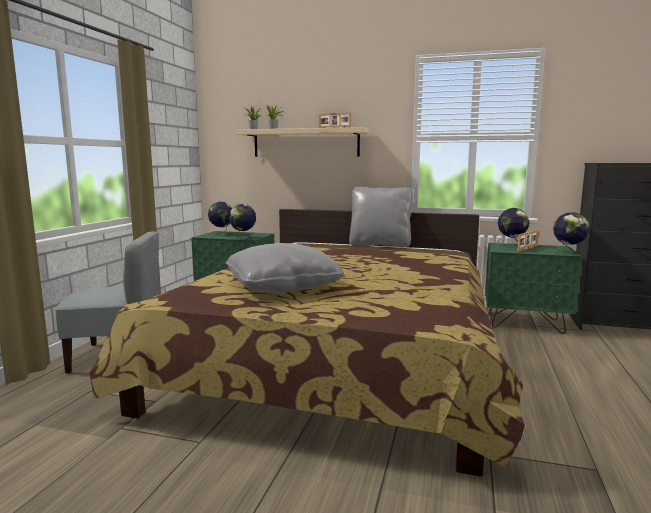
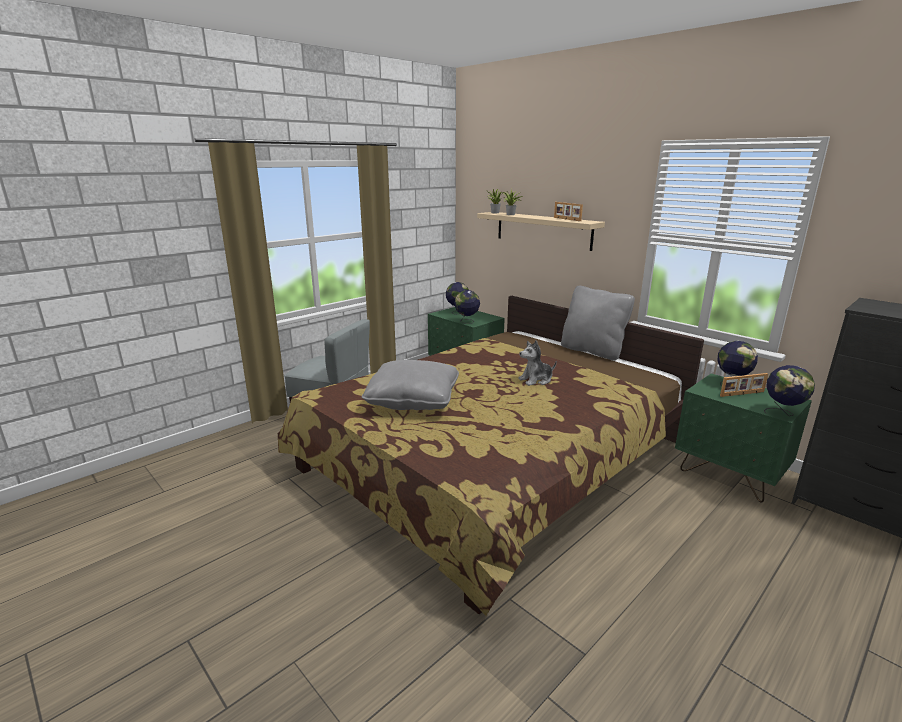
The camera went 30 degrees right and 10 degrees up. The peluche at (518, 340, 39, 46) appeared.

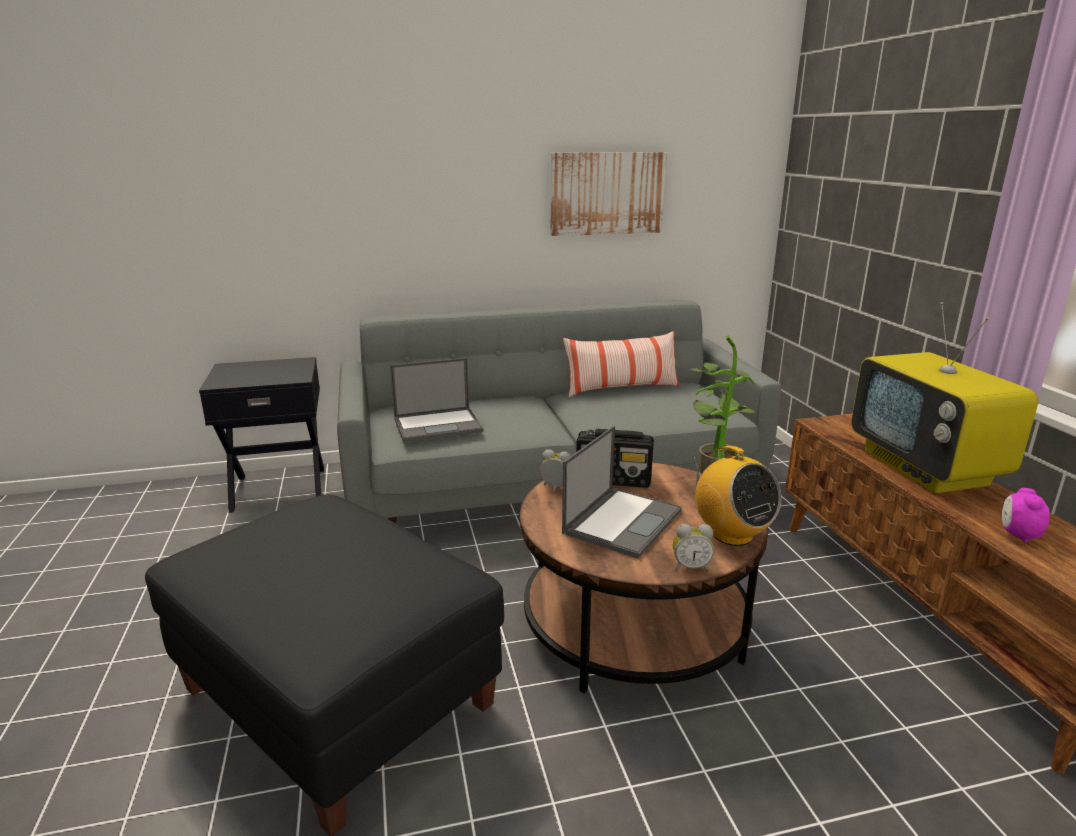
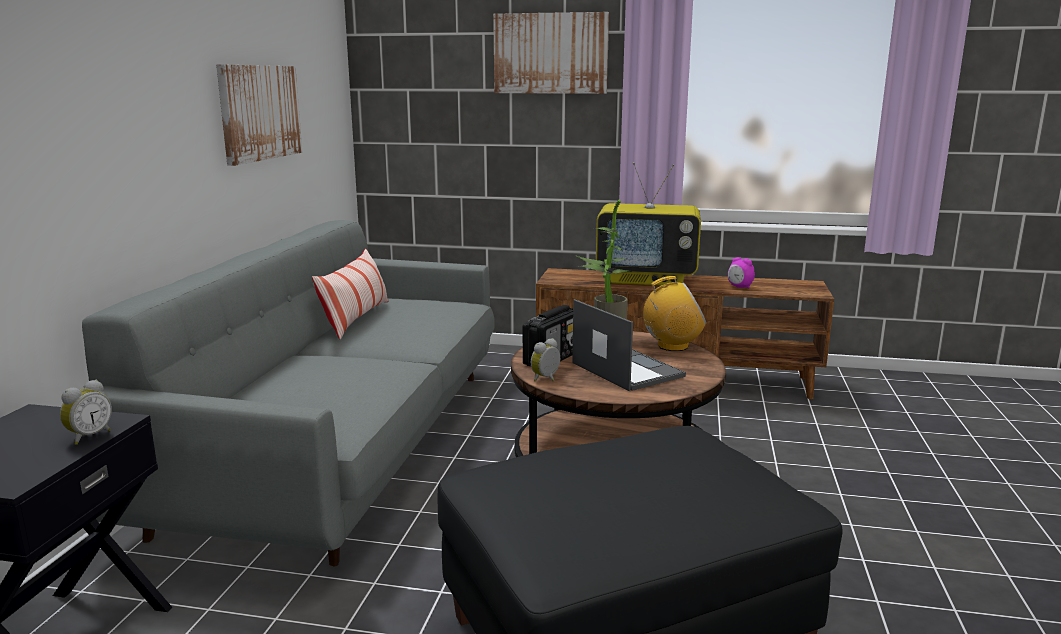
The camera went 65 degrees left and 5 degrees down. The ordinateur portable at (390, 358, 93, 84) disappeared. The tableau at (493, 12, 116, 82) appeared. The réveil moved from (673, 524, 41, 47) to (60, 380, 52, 65).

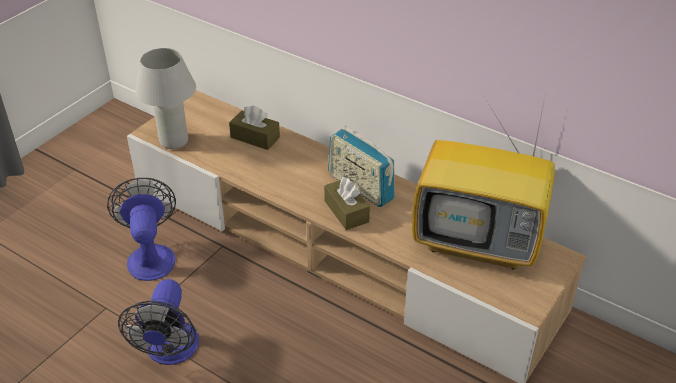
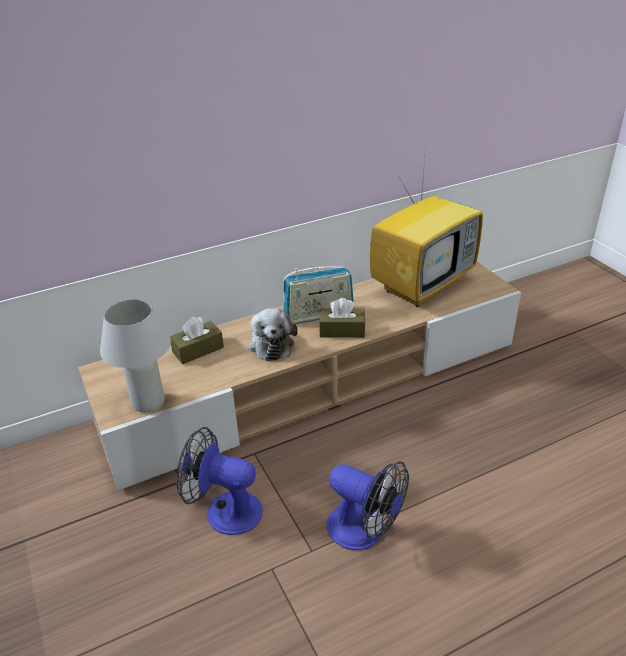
The camera went 60 degrees left and 5 degrees down. The peluche at (248, 308, 49, 53) appeared.

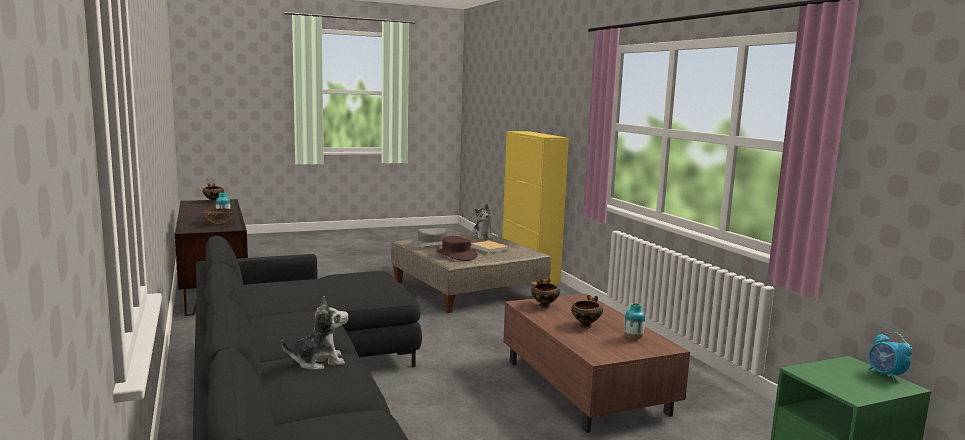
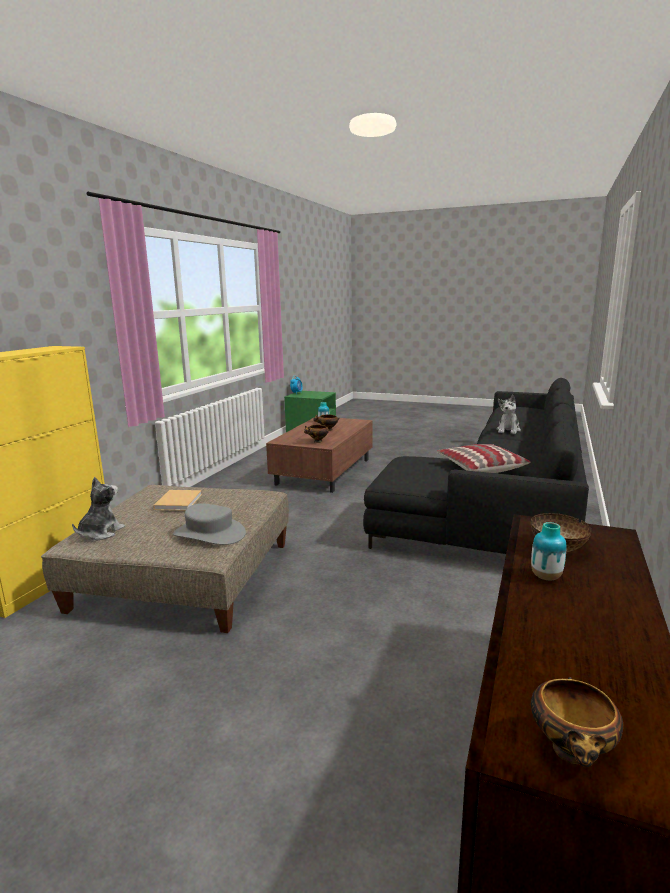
The camera went 135 degrees left and 5 degrees up. The chapeau (marron) at (436, 236, 42, 25) disappeared. The coussin at (437, 444, 93, 29) appeared. The peluche at (281, 296, 68, 74) turned 90 degrees counterclockwise.

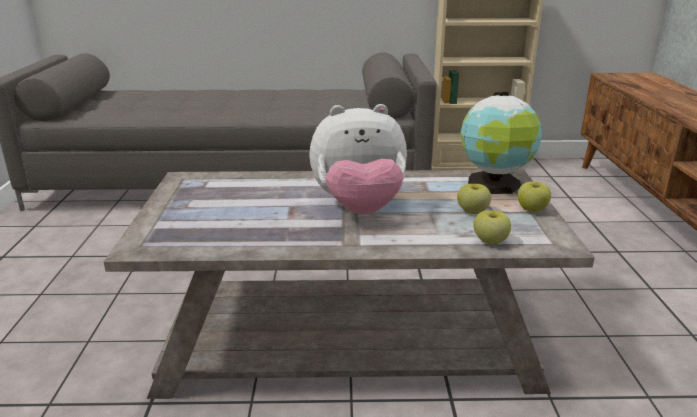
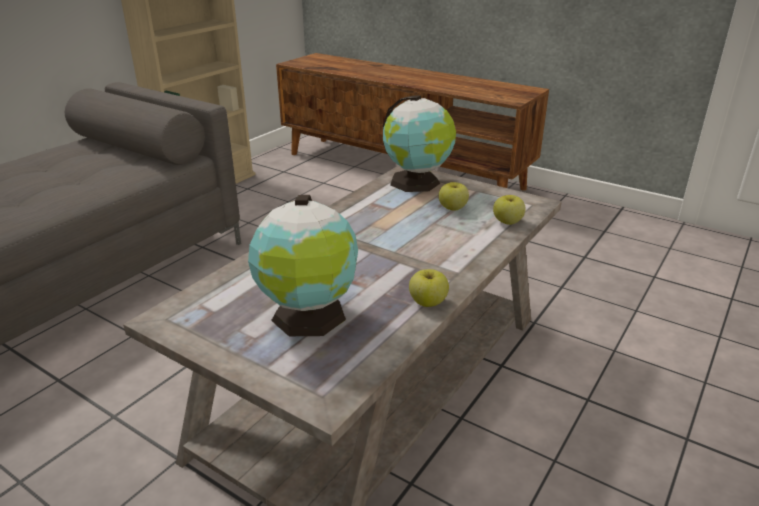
The camera went 55 degrees left and 5 degrees up. The peluche at (309, 104, 98, 110) disappeared. The globe at (248, 195, 110, 141) appeared. The pomme moved from (517, 181, 34, 31) to (409, 269, 40, 38).

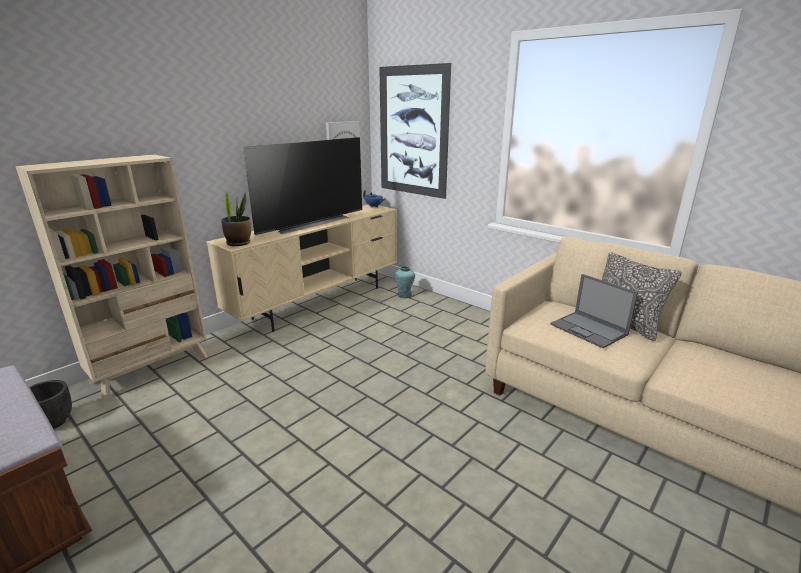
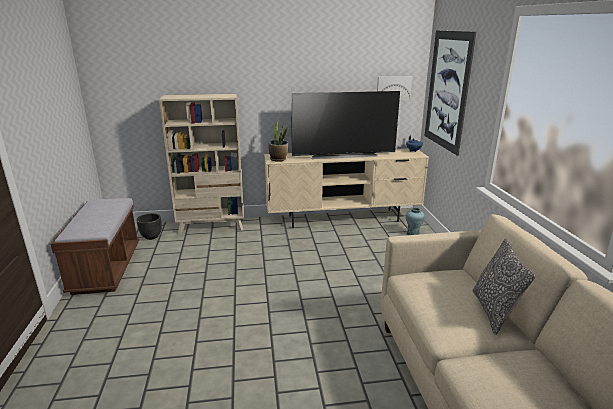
The camera went 40 degrees right and 0 degrees up. The ordinateur portable at (550, 274, 88, 74) disappeared.

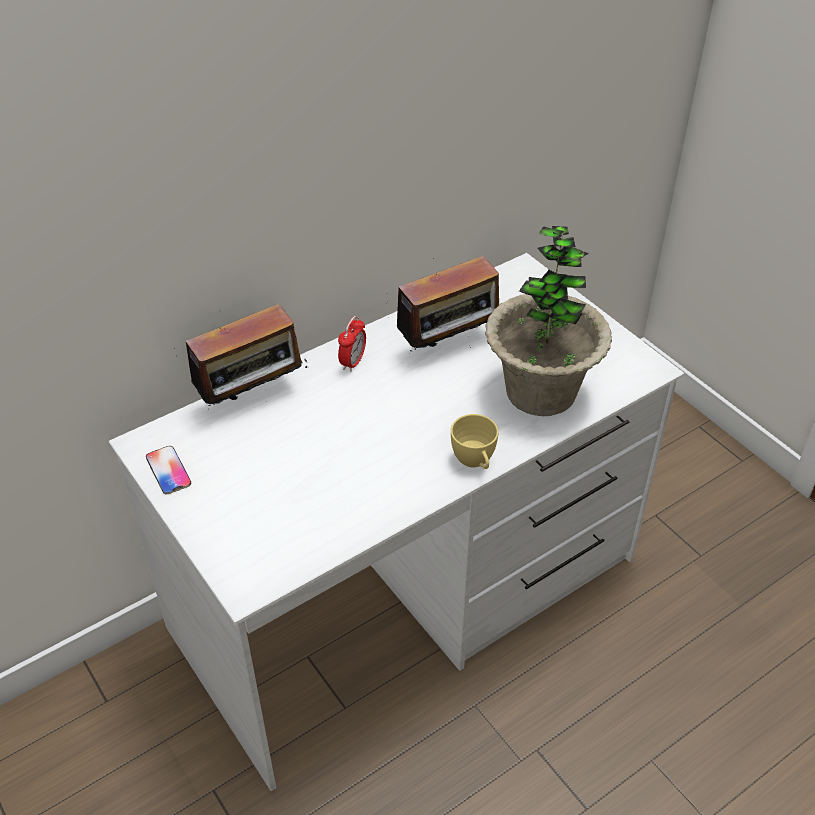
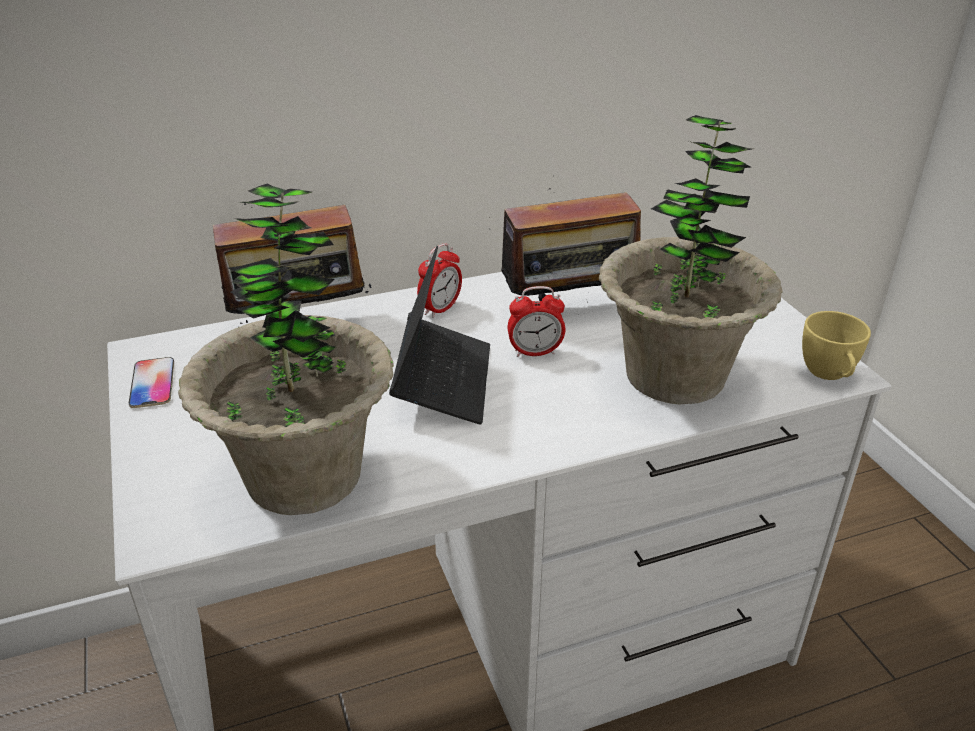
The camera went 15 degrees right and 10 degrees down. The plante en pot at (178, 184, 216, 331) appeared. The ordinateur portable at (389, 246, 101, 178) appeared. The réveil at (508, 286, 57, 71) appeared. The tasse (jaune) moved from (451, 414, 48, 55) to (802, 311, 69, 69).

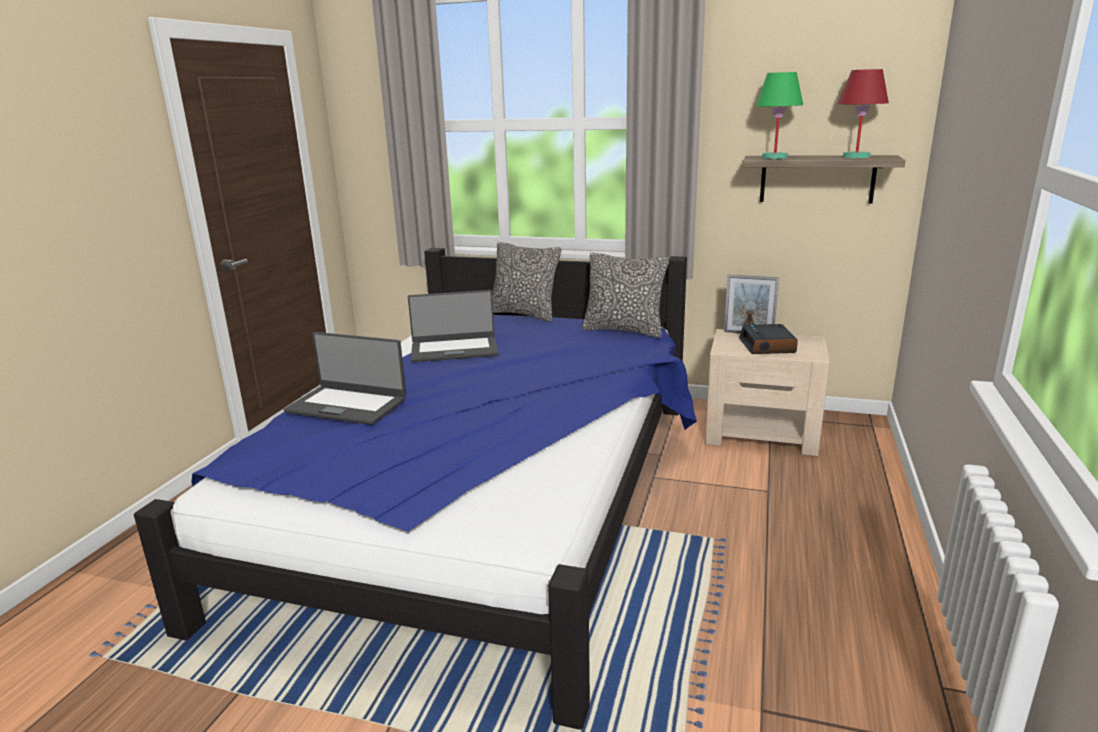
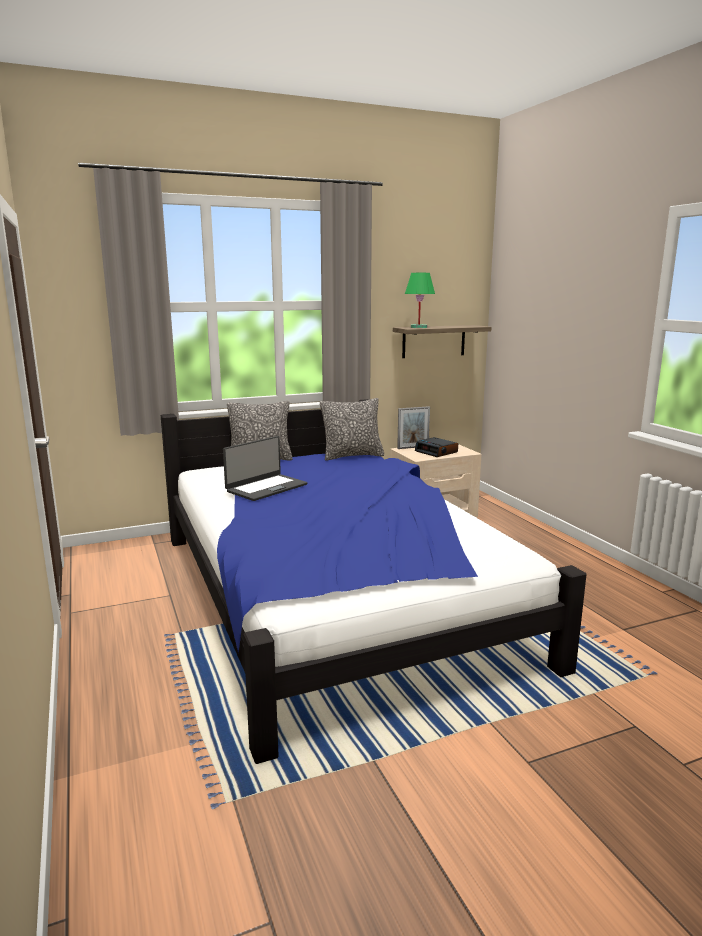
The camera went 40 degrees left and 5 degrees down. The ordinateur portable at (284, 332, 122, 93) disappeared. The lampe de table (rouge) at (838, 69, 51, 89) disappeared.

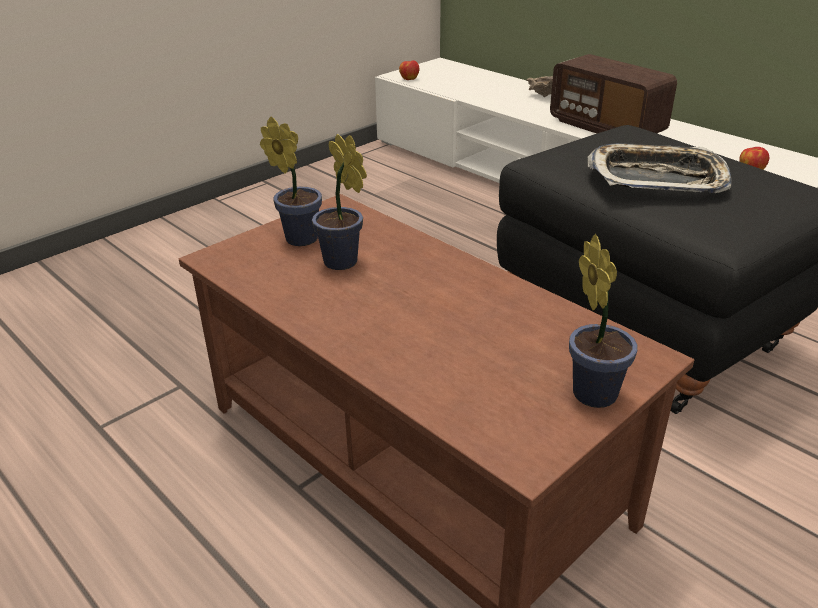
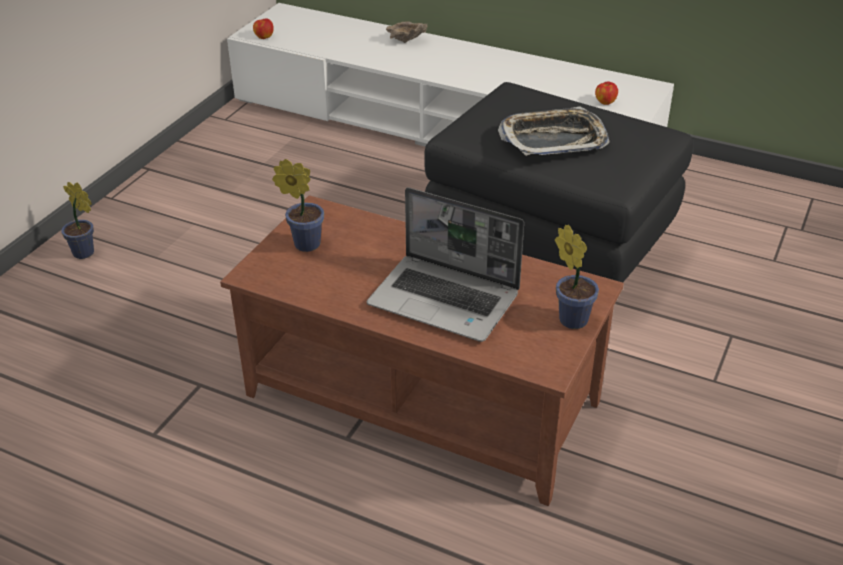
The camera went 20 degrees left and 5 degrees up. The radio at (550, 54, 127, 79) disappeared. The ordinateur portable at (367, 187, 157, 155) appeared. The plante en pot moved from (312, 134, 55, 136) to (61, 182, 33, 77).

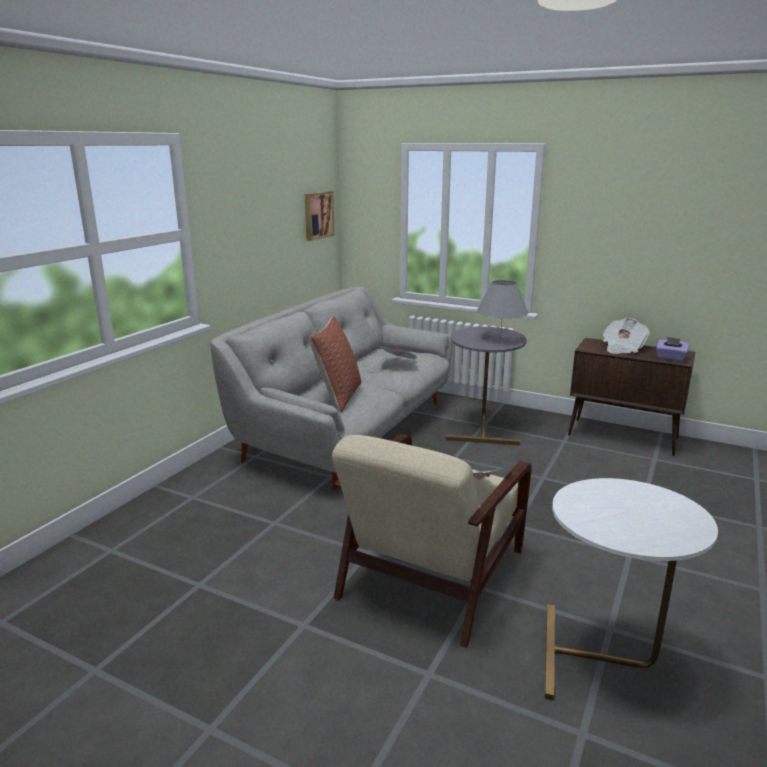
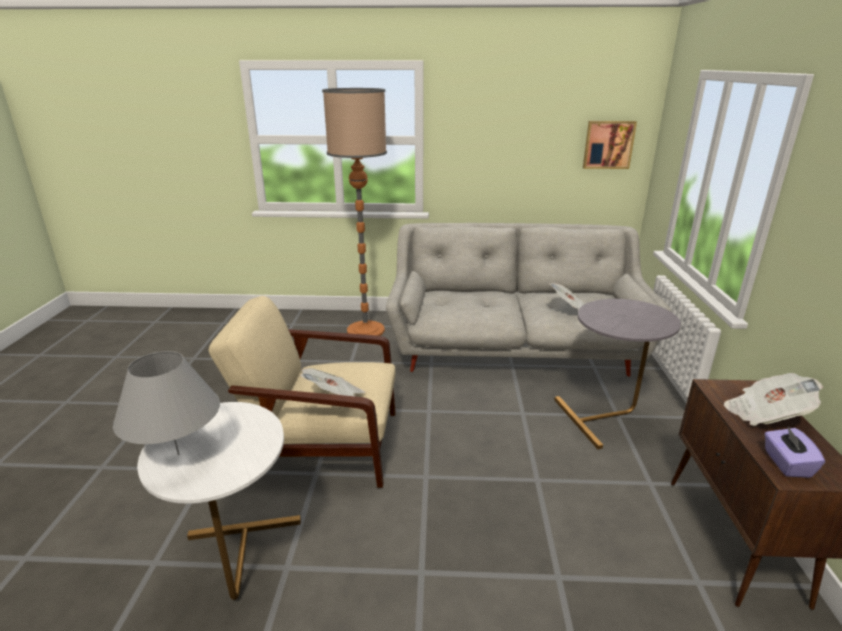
The camera went 65 degrees right and 5 degrees up. The coussin at (309, 316, 52, 96) disappeared. The lampadaire at (322, 88, 65, 248) appeared. The lampe de table (gris) moved from (477, 280, 52, 59) to (113, 351, 107, 104).

